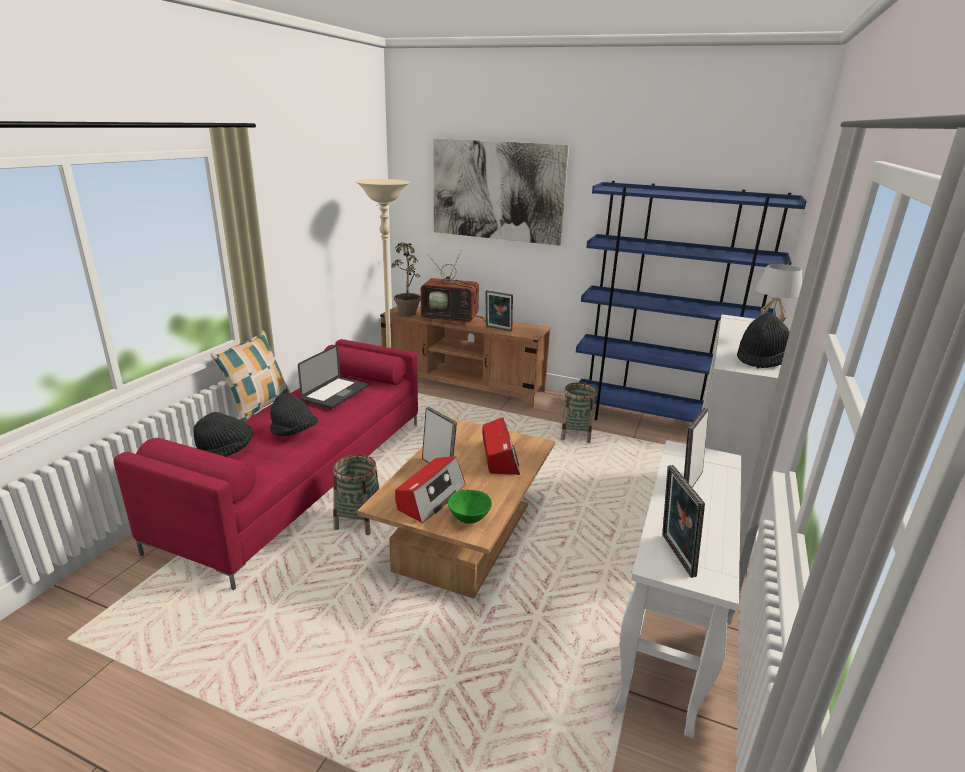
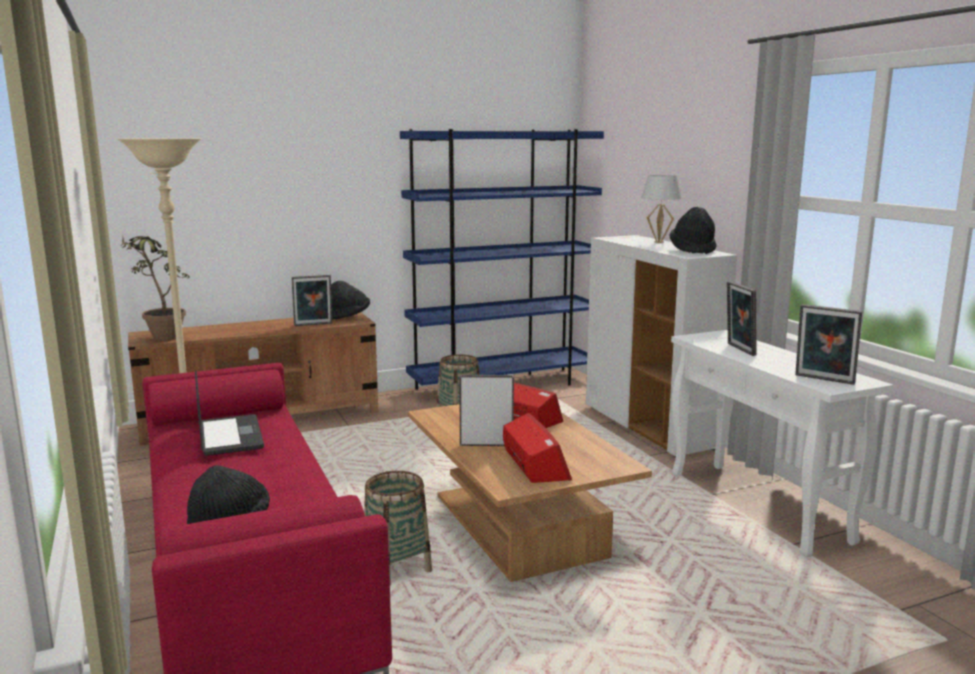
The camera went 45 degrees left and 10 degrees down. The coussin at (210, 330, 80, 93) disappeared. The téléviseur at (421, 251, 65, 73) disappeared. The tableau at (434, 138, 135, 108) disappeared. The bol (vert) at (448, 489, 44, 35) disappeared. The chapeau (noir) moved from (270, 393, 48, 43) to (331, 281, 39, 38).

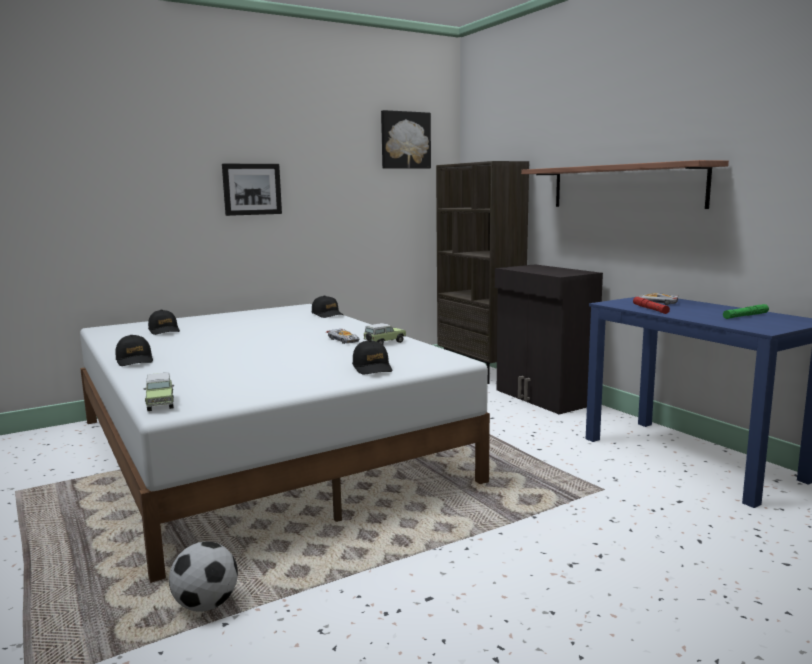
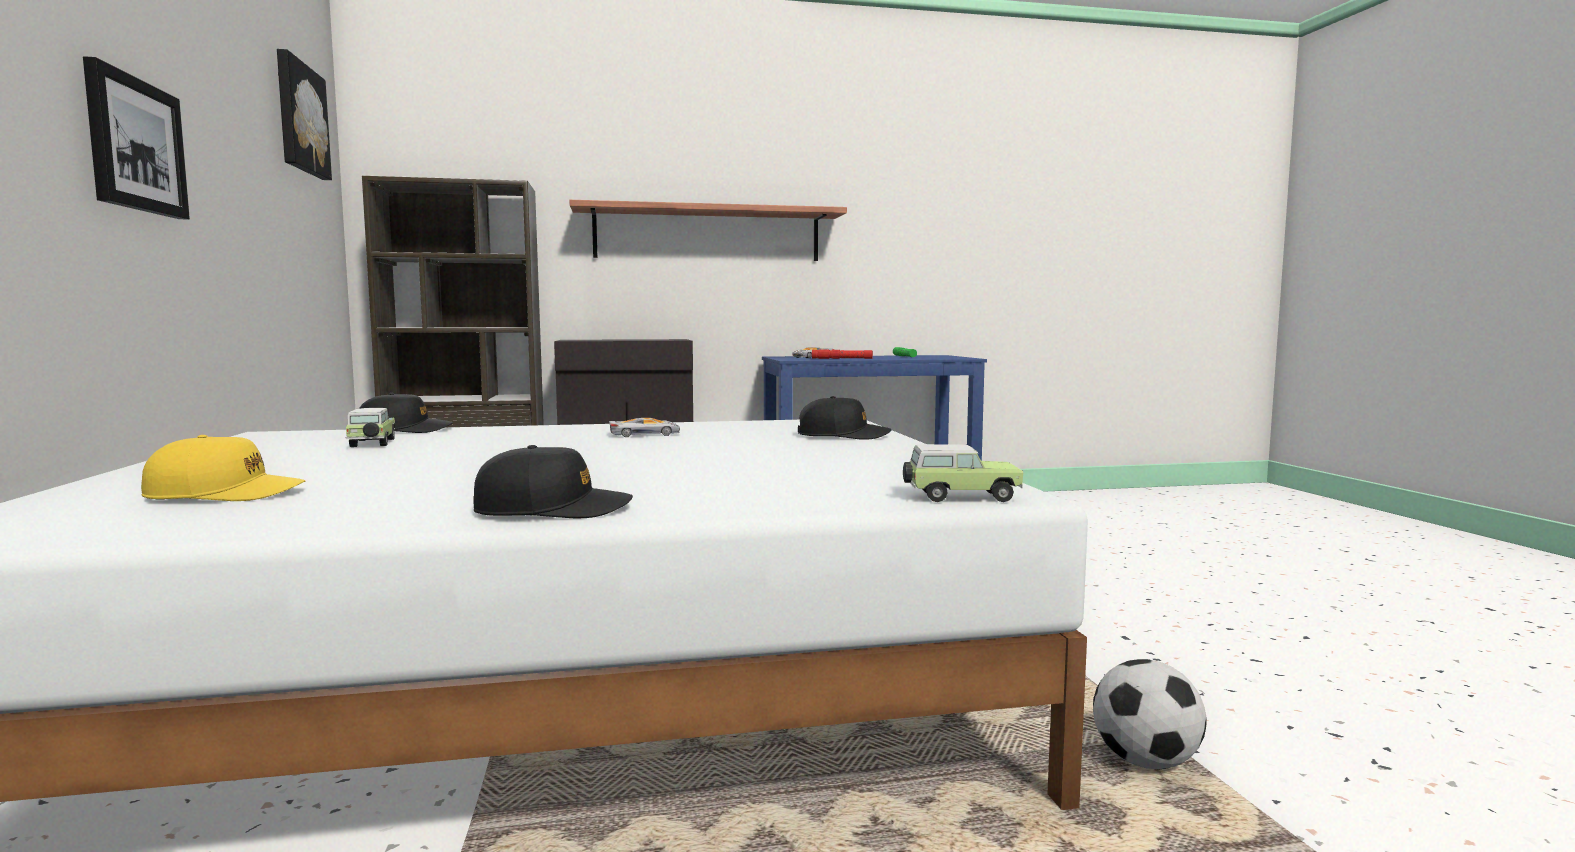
The camera went 70 degrees left and 5 degrees down. The petite voiture moved from (363, 323, 43, 22) to (345, 408, 50, 39). The casquette (noir) at (148, 310, 32, 25) became the casquette (jaune) at (141, 435, 165, 66).

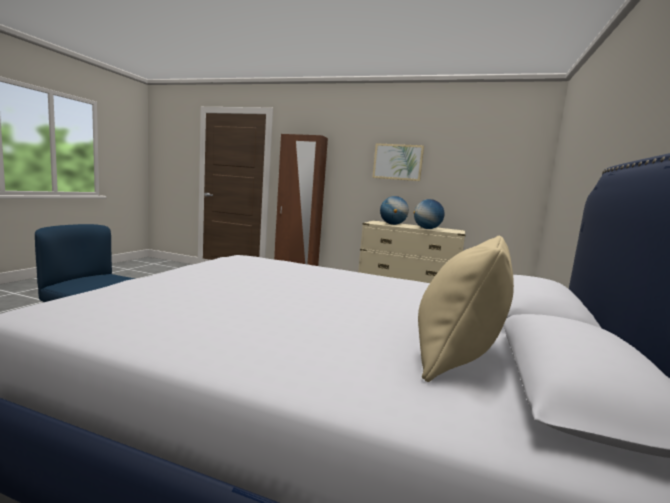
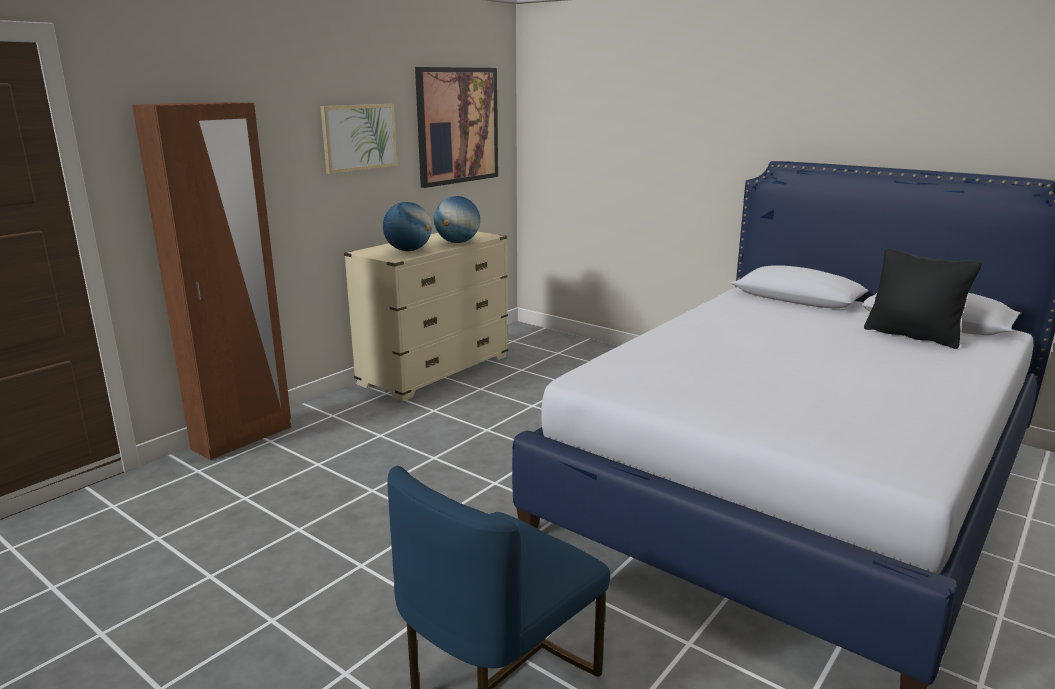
The camera went 70 degrees left and 10 degrees up. The tableau at (415, 67, 83, 121) appeared. The coussin (beige) at (418, 236, 96, 146) became the coussin (noir) at (864, 249, 118, 100).

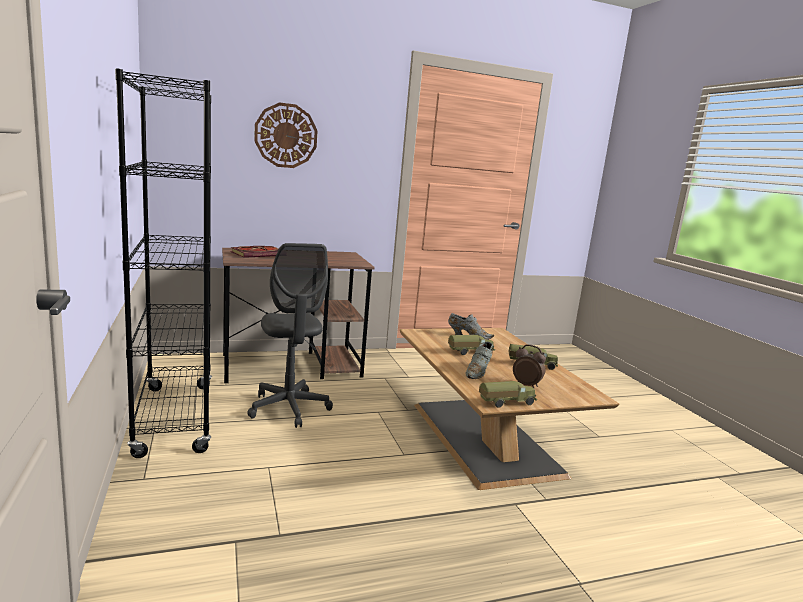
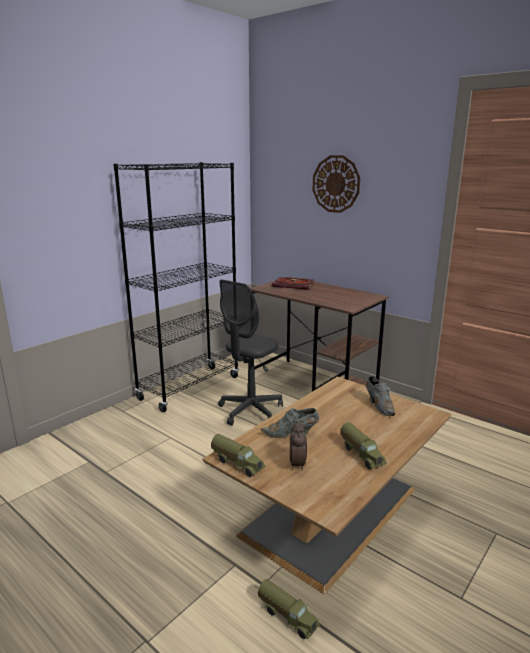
The camera went 60 degrees right and 5 degrees up. The camion jouet moved from (448, 335, 47, 20) to (258, 579, 62, 60).

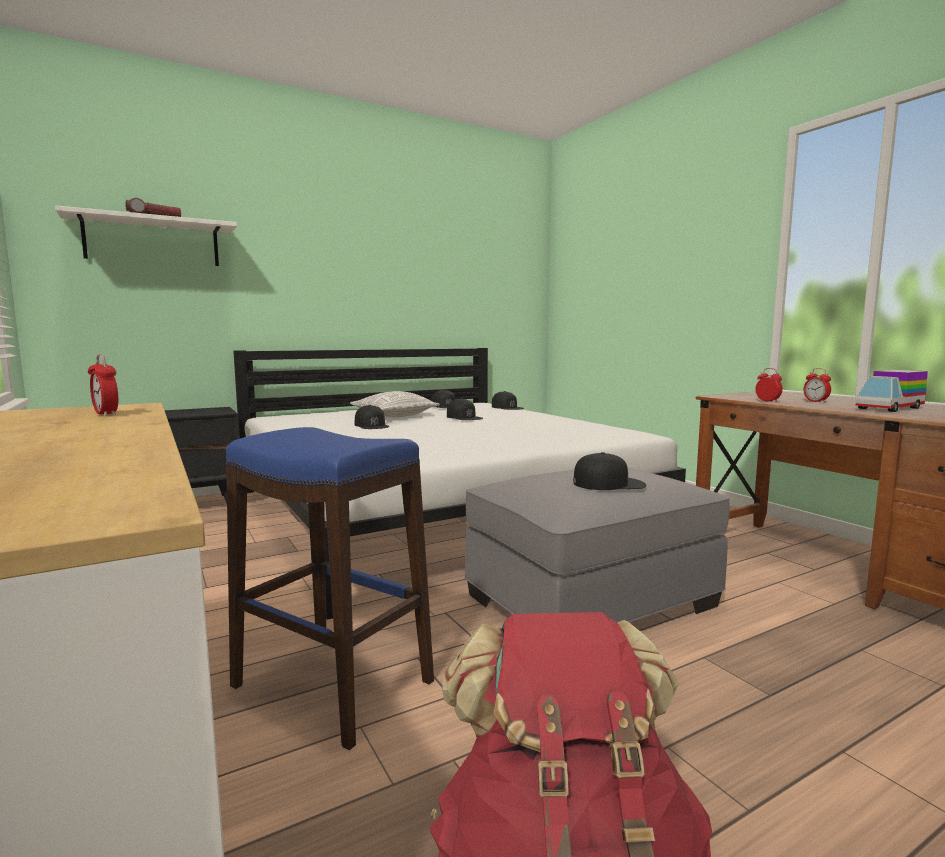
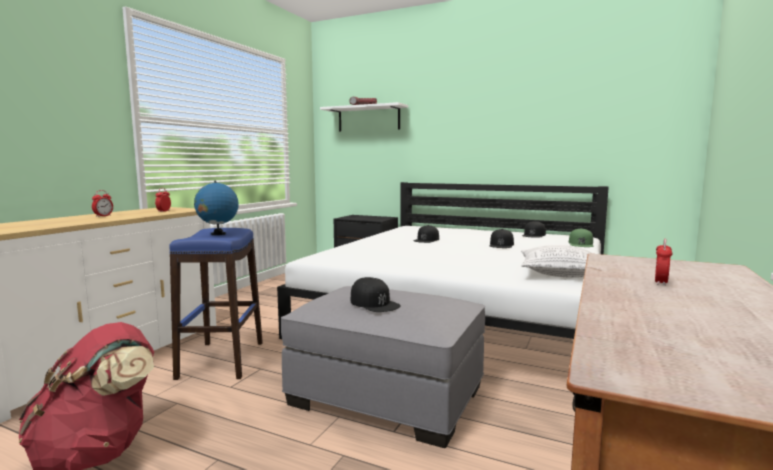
The camera went 55 degrees right and 0 degrees up. The camion jouet at (855, 370, 73, 42) disappeared. The globe at (194, 181, 45, 54) appeared. The coussin moved from (350, 391, 90, 26) to (521, 245, 73, 33). The réveil moved from (755, 368, 28, 35) to (92, 190, 21, 27). The casquette (noir) at (492, 391, 32, 19) became the casquette (vert) at (569, 228, 24, 19).

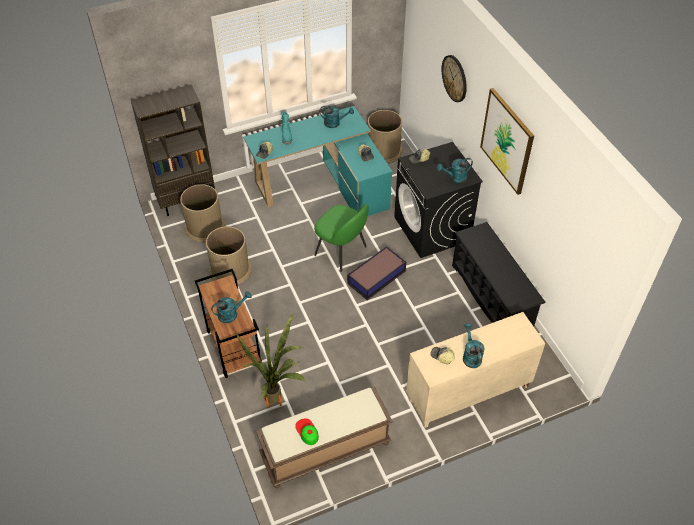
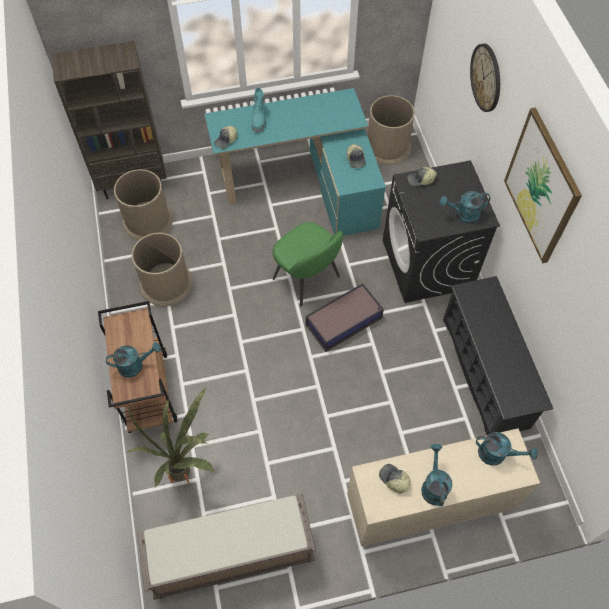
The camera went 10 degrees right and 10 degrees up. The casquette at (295, 418, 24, 27) disappeared. The arrosoir (turquoise) moved from (320, 106, 34, 22) to (476, 432, 62, 34).

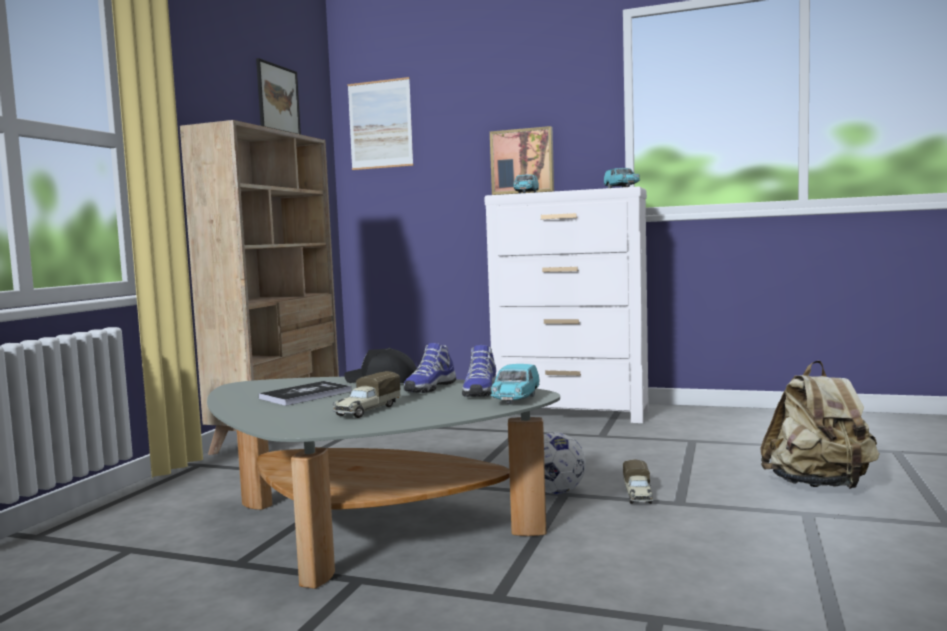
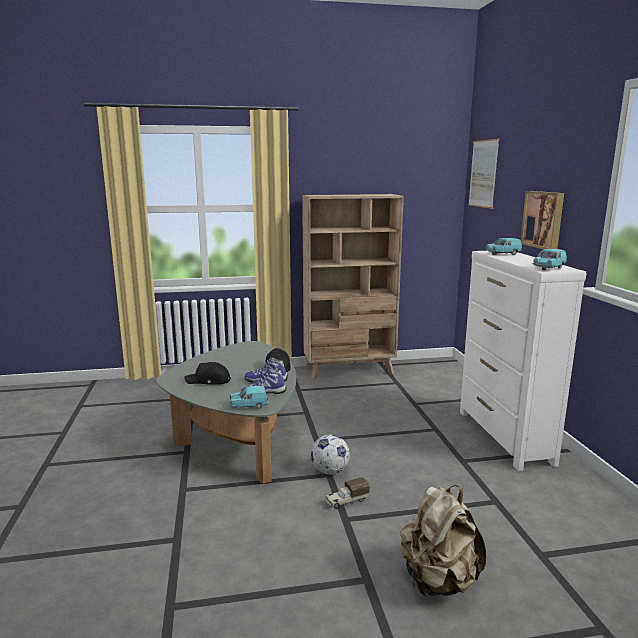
The camera went 60 degrees right and 10 degrees up. The tableau at (256, 58, 45, 77) disappeared. The livre at (259, 381, 93, 25) disappeared. The camion jouet at (333, 371, 68, 47) was replaced by the casquette (noir) at (184, 362, 47, 23).

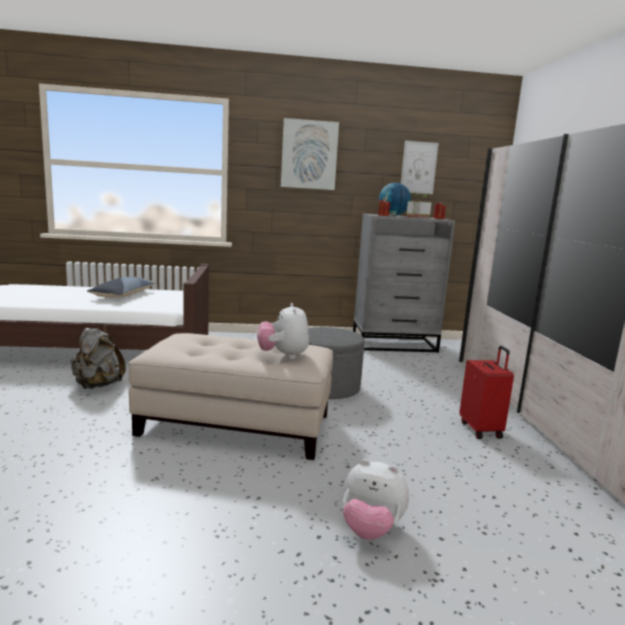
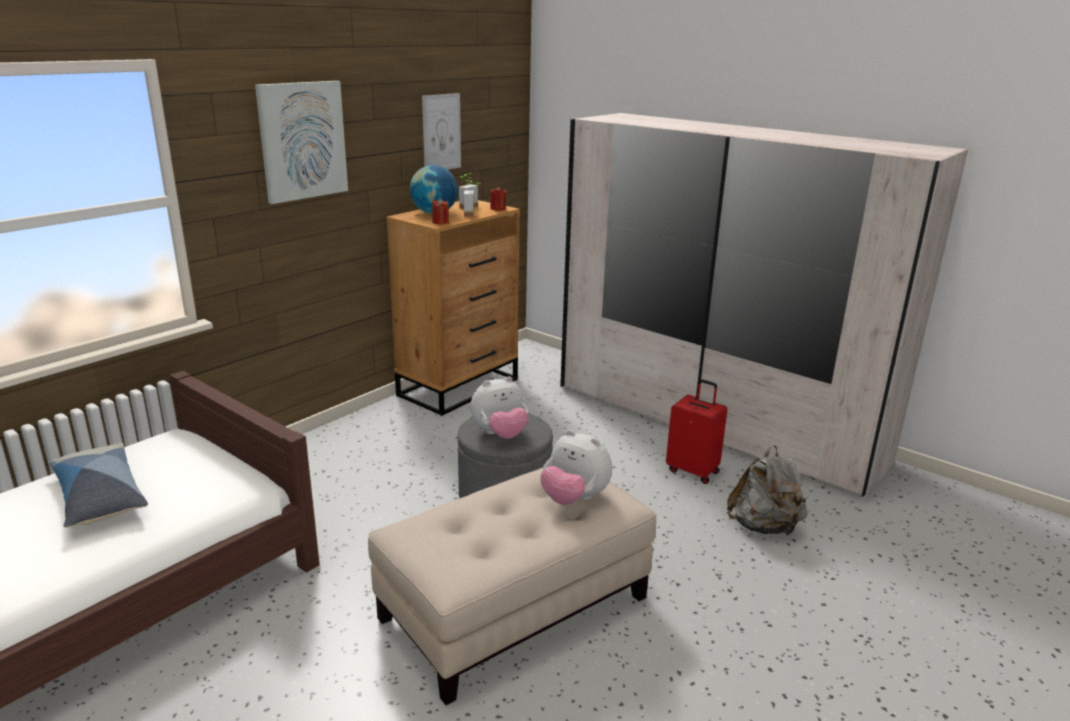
The camera went 45 degrees left and 10 degrees up. The sac à dos (gris) moved from (70, 323, 56, 66) to (727, 446, 81, 90). The peluche moved from (343, 459, 66, 81) to (471, 376, 58, 63). The commode (gris) at (353, 214, 102, 139) became the commode (marron) at (386, 200, 134, 216).

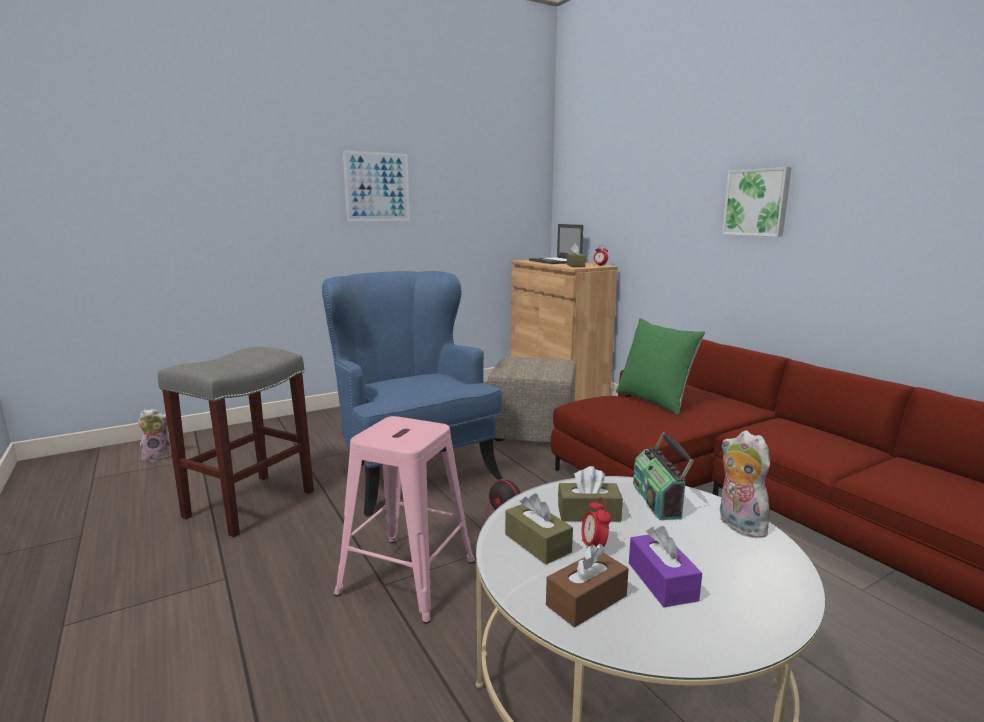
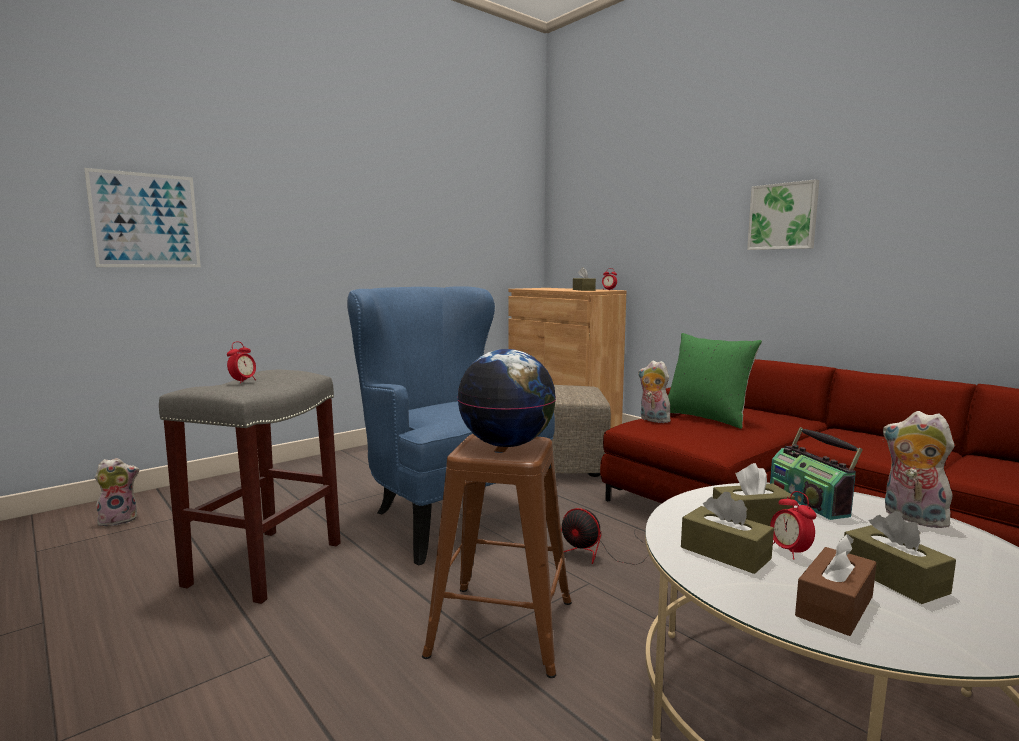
The camera went 10 degrees left and 5 degrees down. The ordinateur portable at (529, 224, 54, 40) disappeared. The réveil at (227, 341, 29, 42) appeared. The globe at (457, 349, 99, 98) appeared. The peluche at (638, 360, 32, 63) appeared. The tableau moved from (343, 151, 67, 70) to (84, 168, 117, 99). The tabouret (rose) at (334, 416, 141, 208) became the tabouret (marron) at (422, 434, 150, 244). The boîte à mouchoirs (violet) at (629, 526, 73, 81) became the boîte à mouchoirs (marron) at (844, 511, 112, 93).

